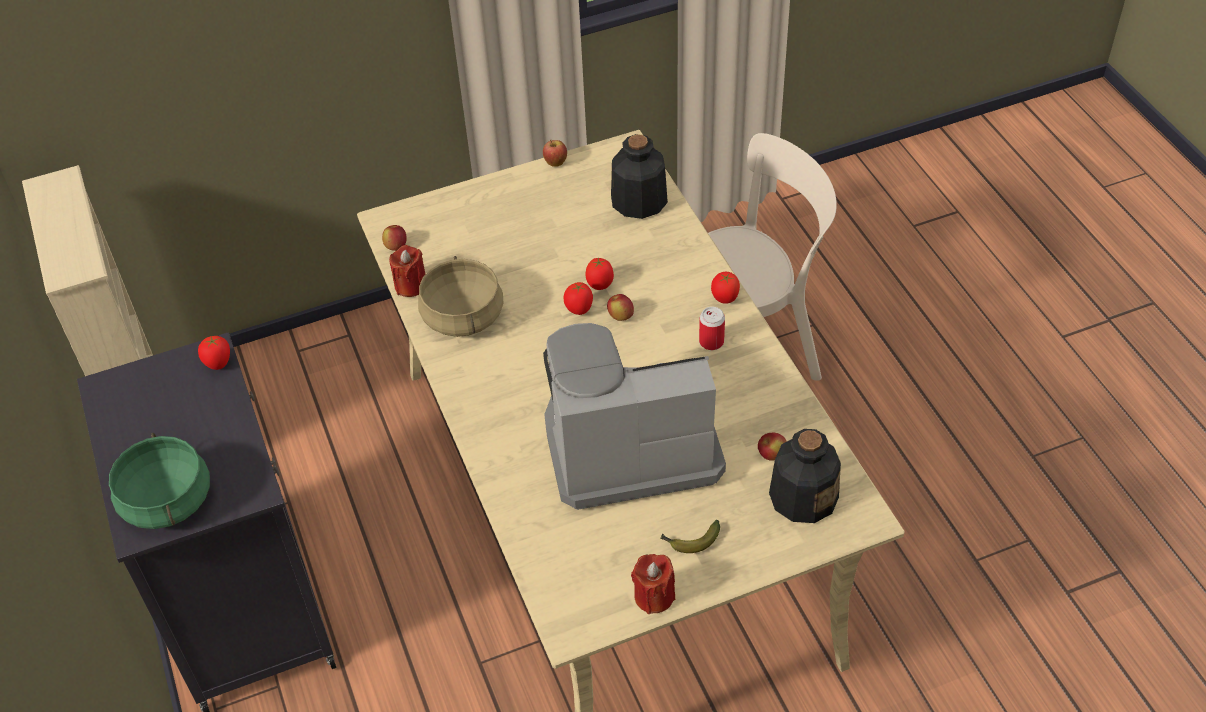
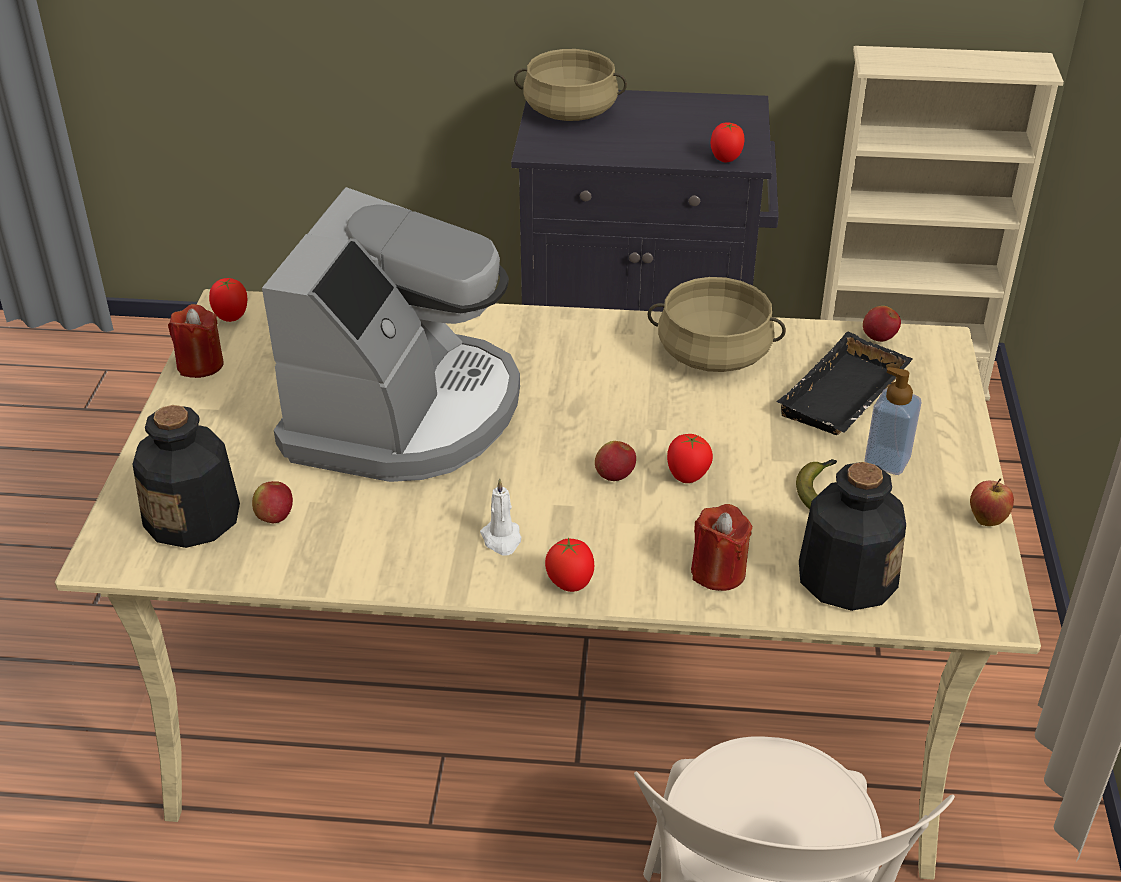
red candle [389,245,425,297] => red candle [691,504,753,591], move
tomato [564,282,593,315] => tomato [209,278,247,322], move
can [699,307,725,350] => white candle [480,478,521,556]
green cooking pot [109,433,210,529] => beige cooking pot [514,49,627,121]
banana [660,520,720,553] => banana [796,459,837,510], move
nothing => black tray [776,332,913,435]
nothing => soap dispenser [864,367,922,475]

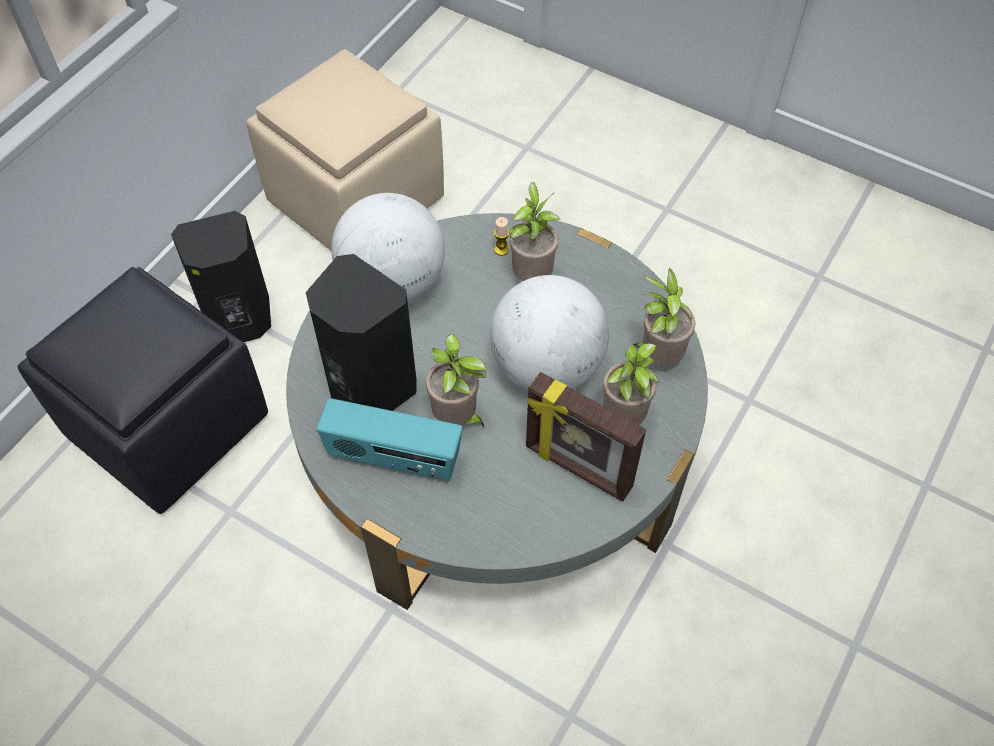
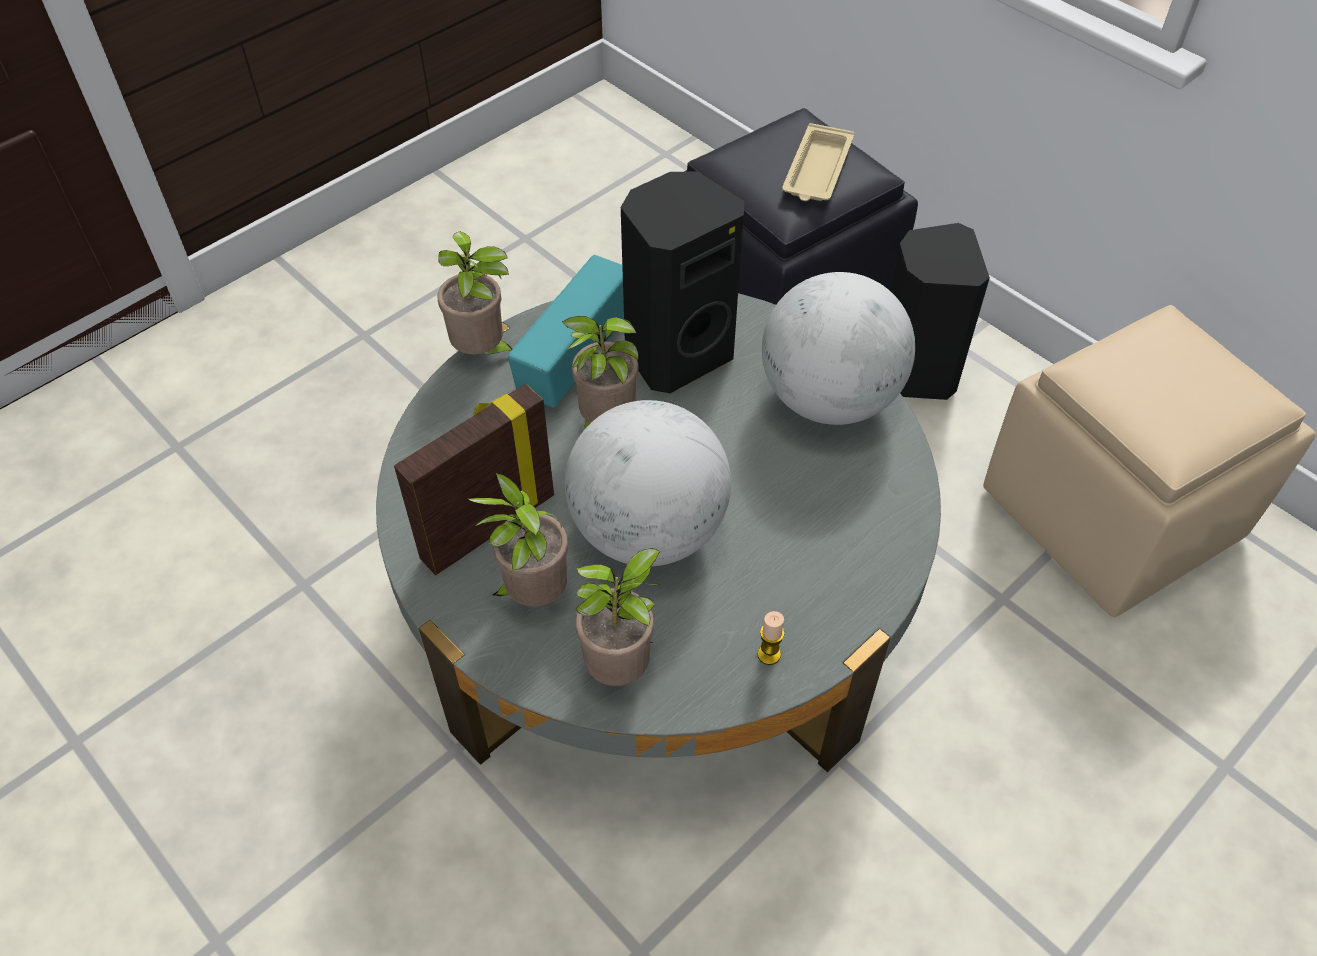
potted plant [509,182,561,281] => potted plant [437,231,512,354], move
candle [494,217,509,256] => candle [757,611,785,665], move
nothing => beige tray [782,123,854,201]

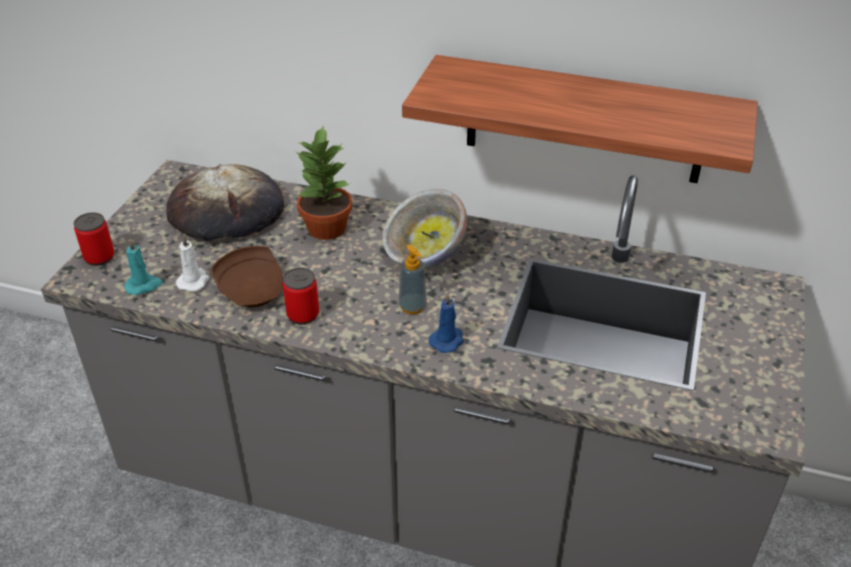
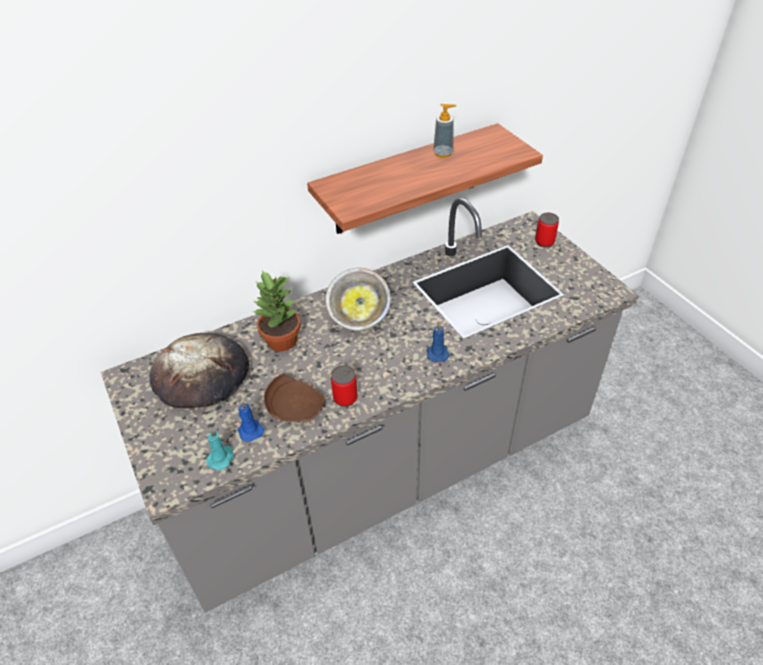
can [74,212,114,266] => can [535,213,559,247], move
white candle [176,235,209,292] => blue candle [238,400,264,442]
soap dispenser [399,245,427,314] => soap dispenser [433,104,456,158], move

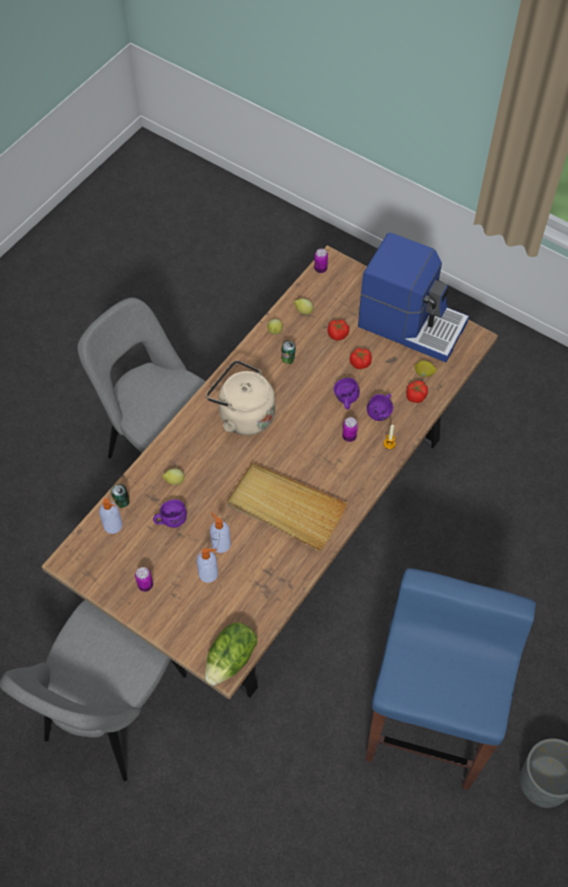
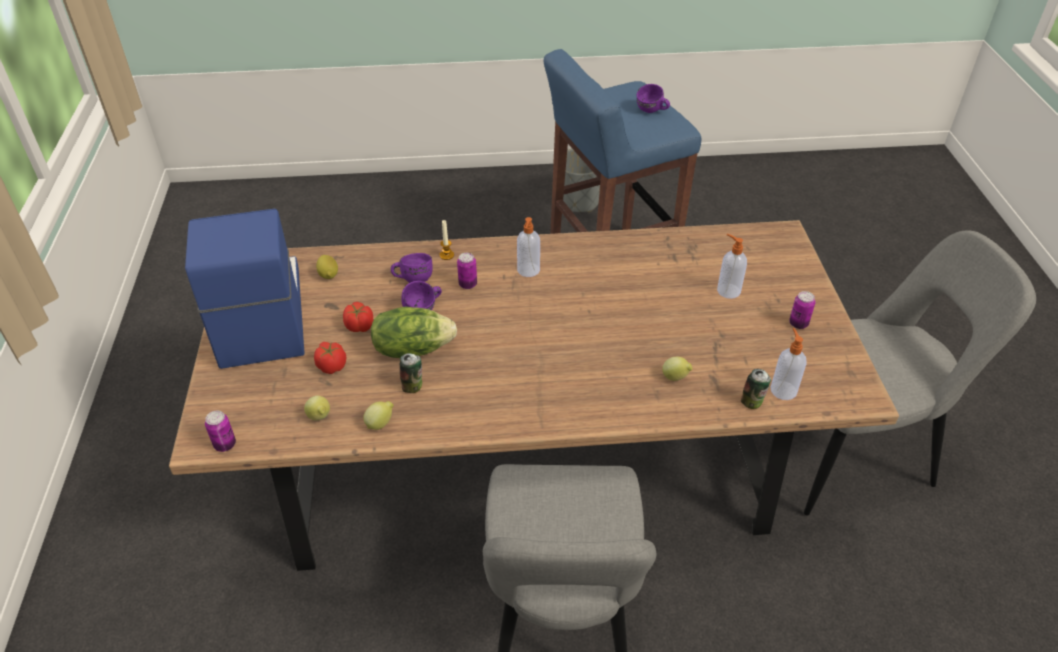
beige kettle [206,360,275,435] => nothing
tomato [406,381,428,403] => nothing
beige tray [226,462,347,551] => nothing
purple mug [153,499,187,528] => purple mug [637,84,670,113], move
soap dispenser [210,512,231,553] => soap dispenser [517,217,540,277], move
lettuce [205,622,257,686] => lettuce [371,307,457,358], move

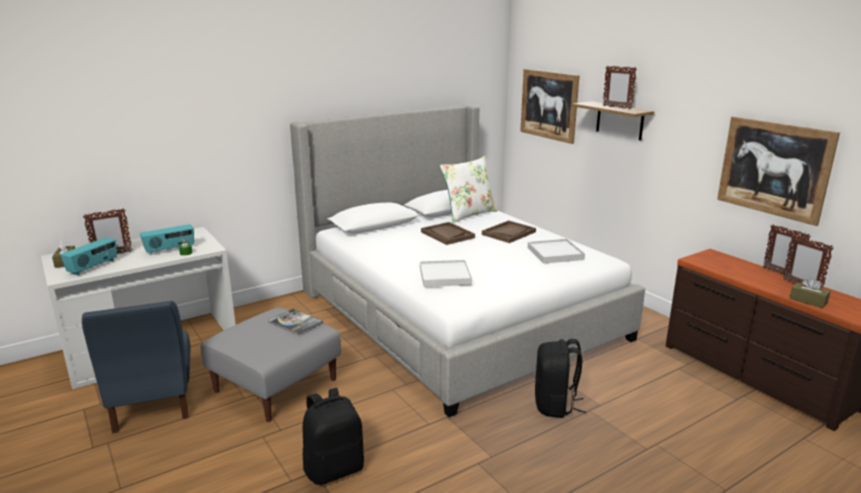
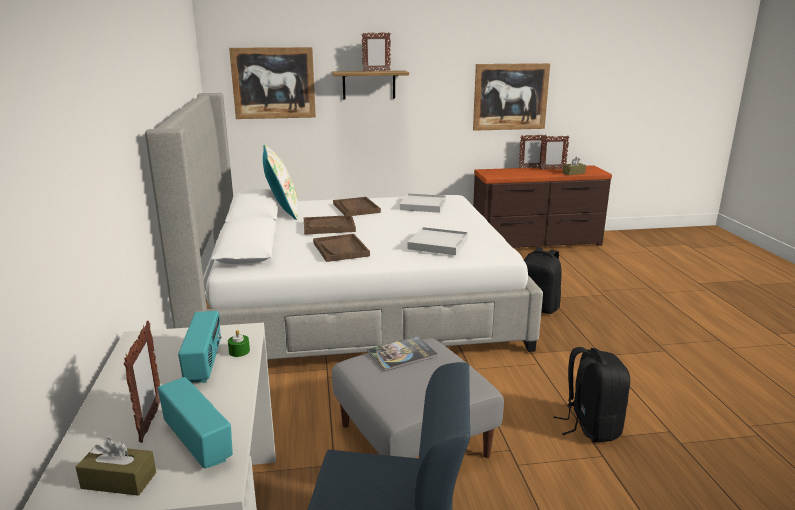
nothing => brown tray [313,234,370,262]

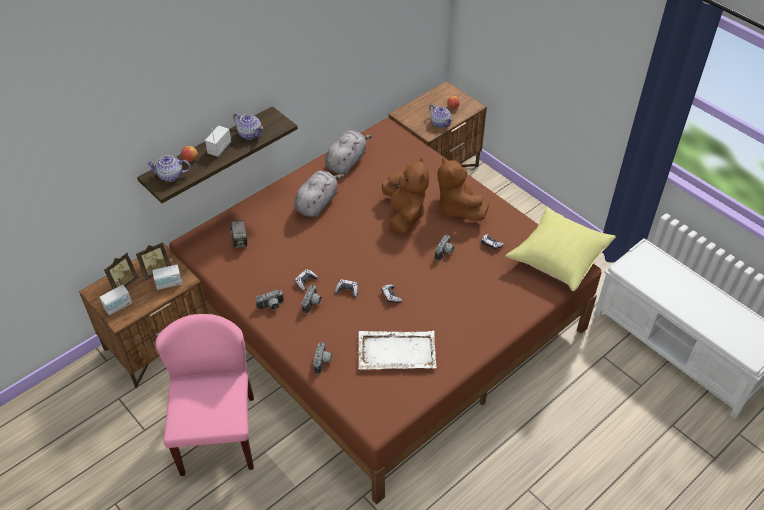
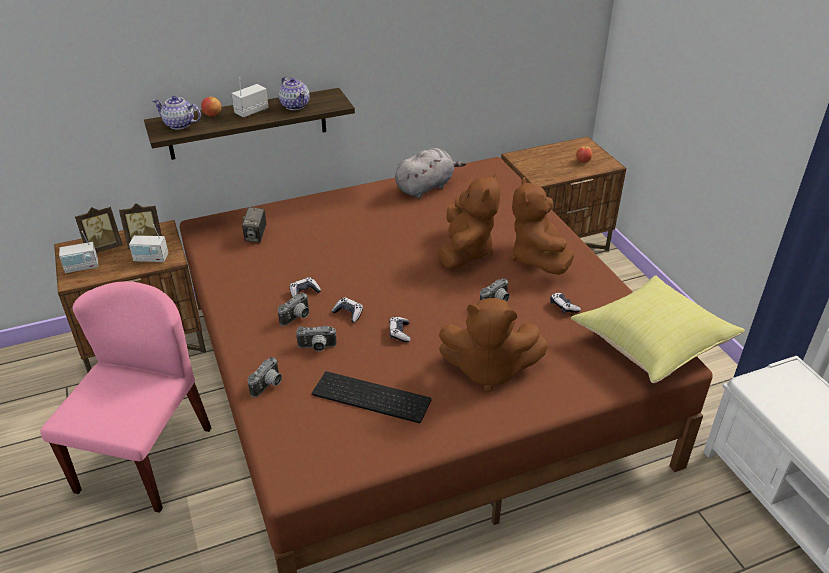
teapot [429,104,453,128] => nothing
grey plush toy [294,170,344,217] => nothing
photo camera [256,290,284,310] => photo camera [296,326,337,351], move
white tray [358,331,437,370] => keyboard [312,371,432,423]
nothing => brown plush toy [439,298,548,392]

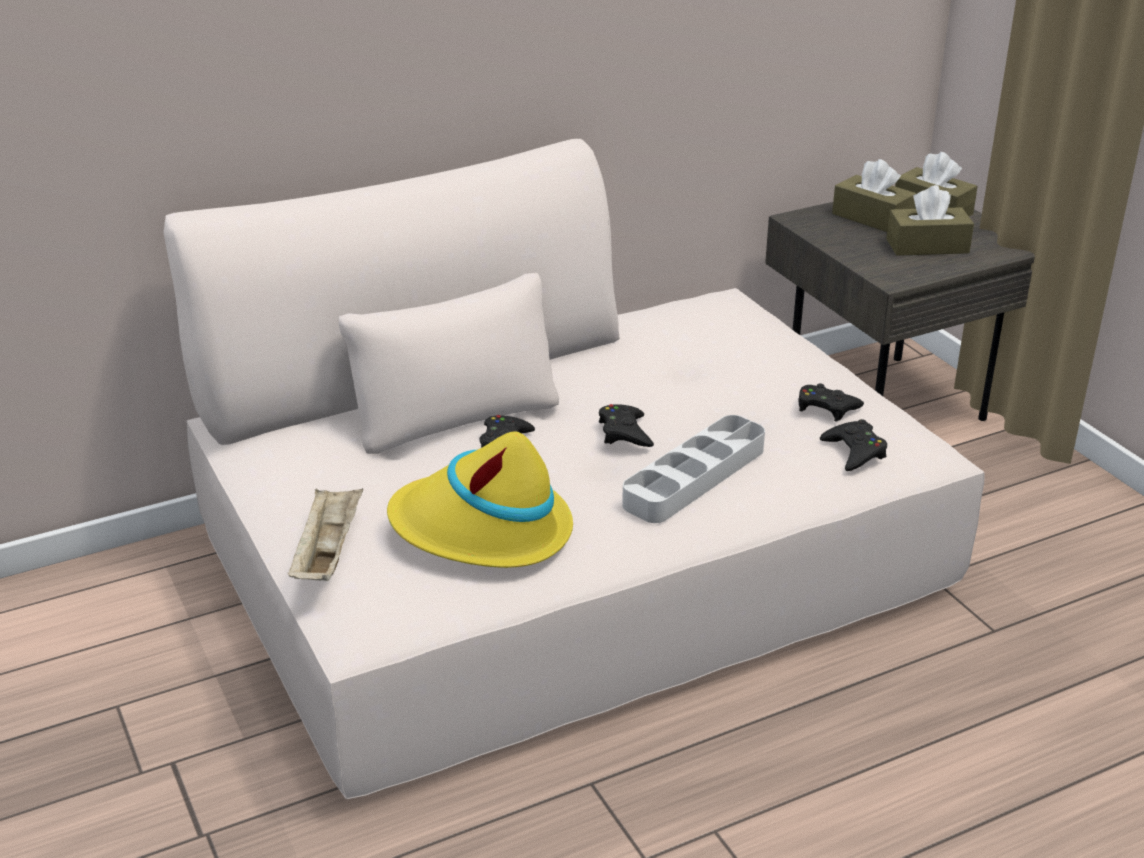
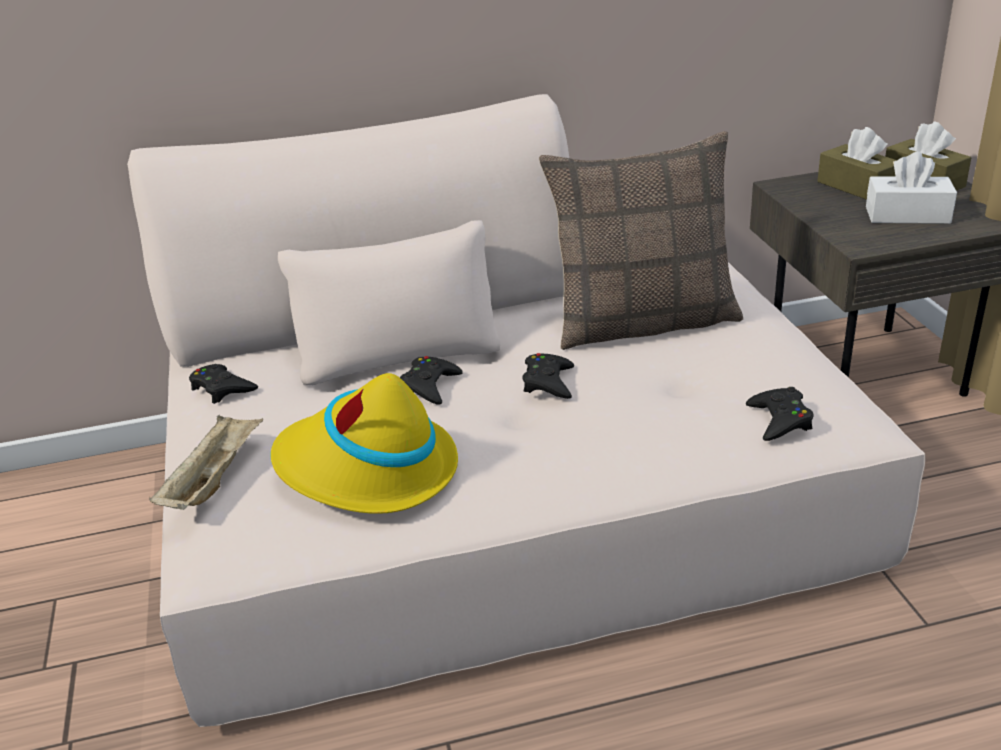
brown tissue box [886,185,974,256] => white tissue box [866,152,957,224]
black game controller [798,383,864,422] => black game controller [189,364,258,404], move
grey tray [622,415,765,523] => nothing
nothing => pillow [539,131,743,350]

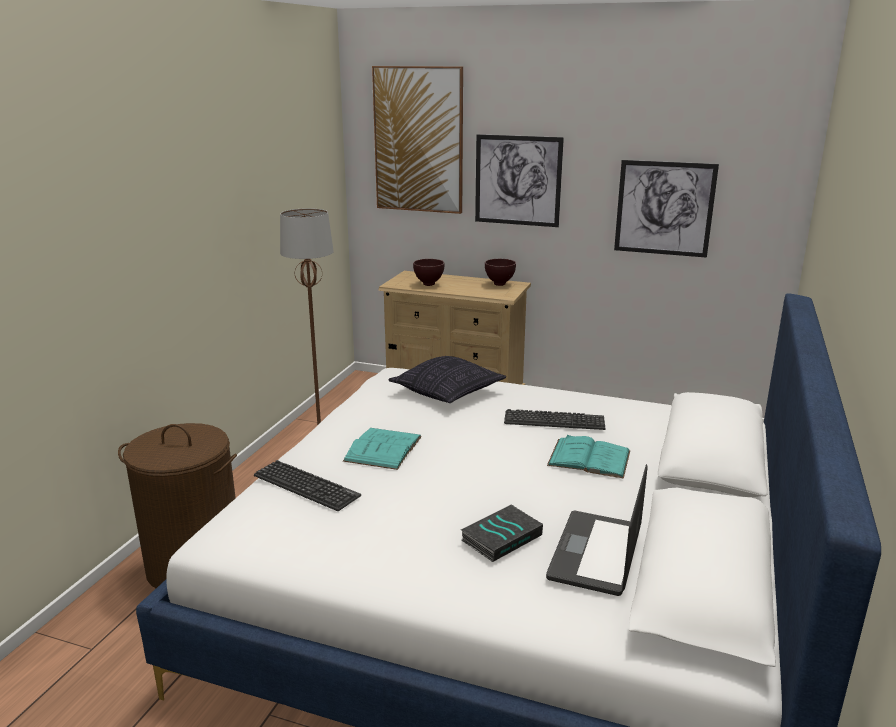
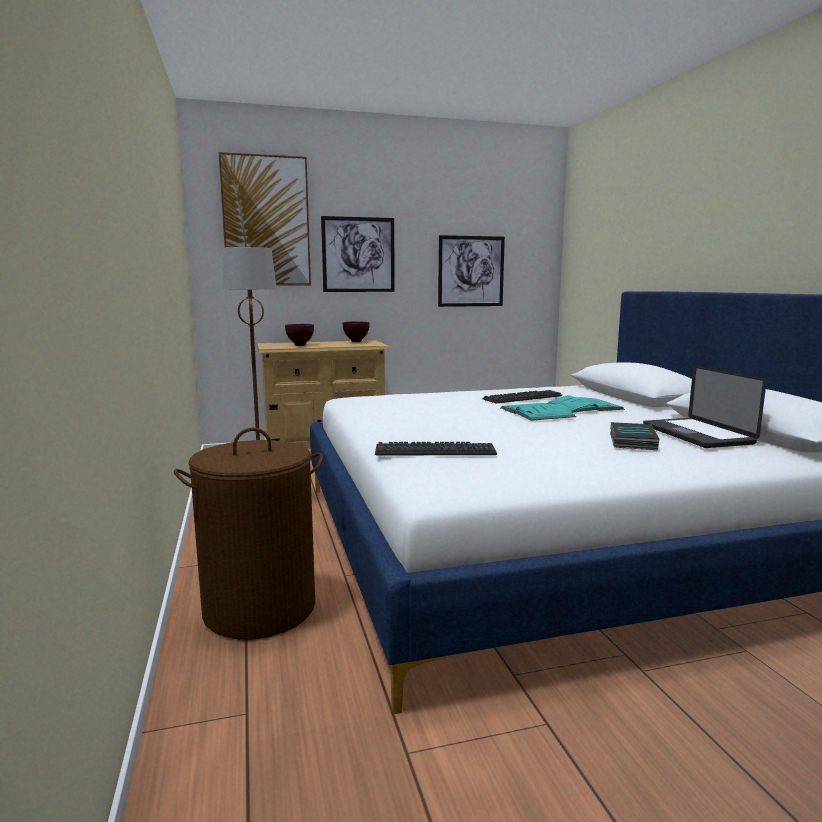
pillow [389,356,506,403] => nothing
turquoise book [343,428,422,470] => turquoise book [501,403,576,421], move

